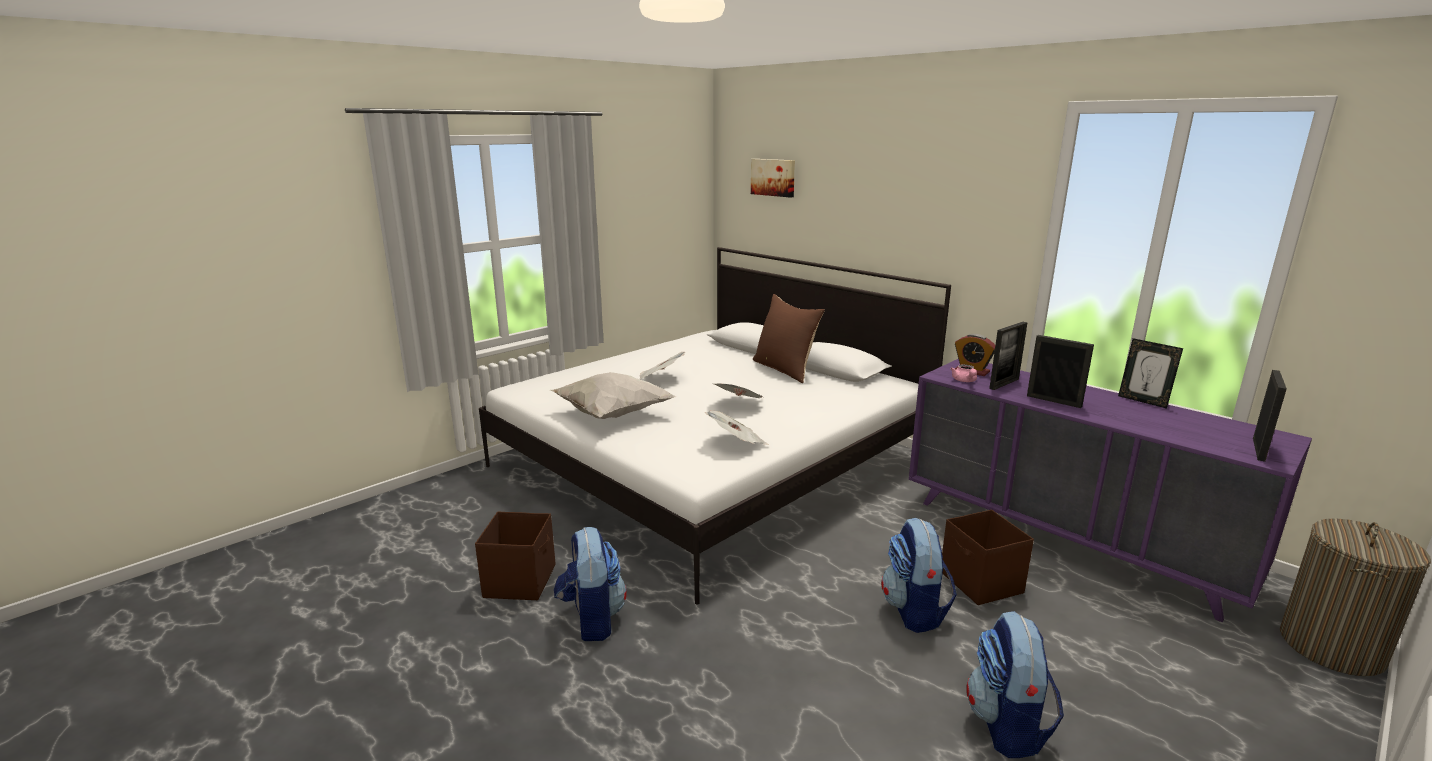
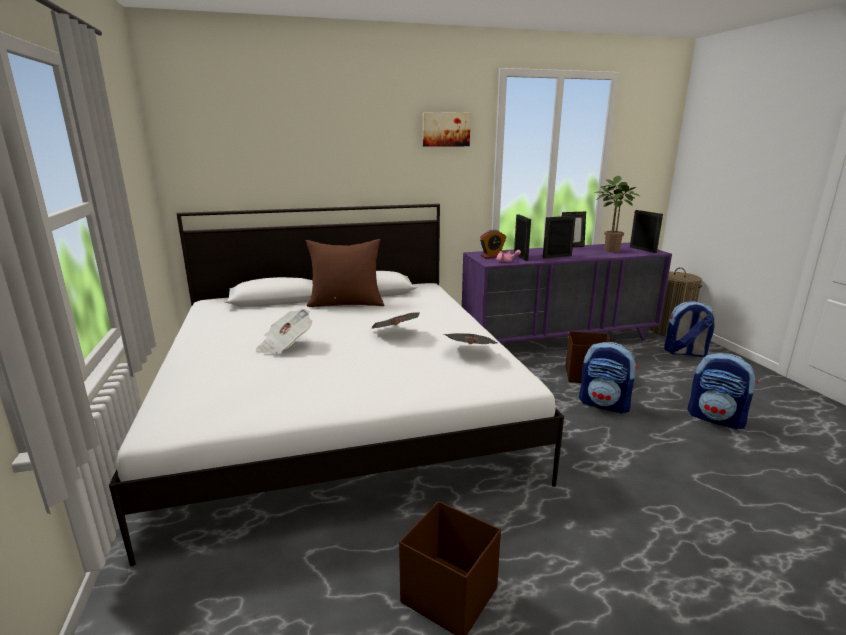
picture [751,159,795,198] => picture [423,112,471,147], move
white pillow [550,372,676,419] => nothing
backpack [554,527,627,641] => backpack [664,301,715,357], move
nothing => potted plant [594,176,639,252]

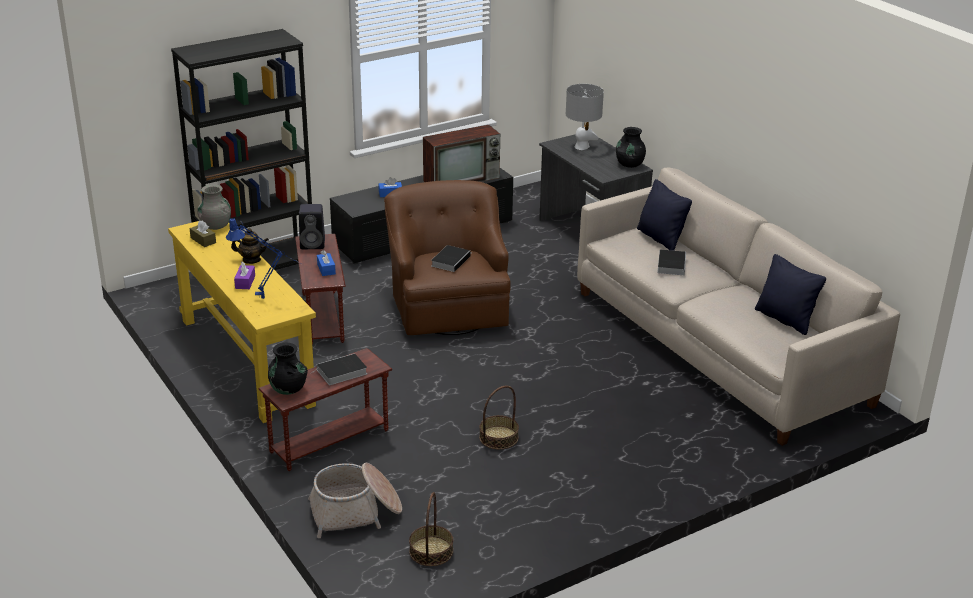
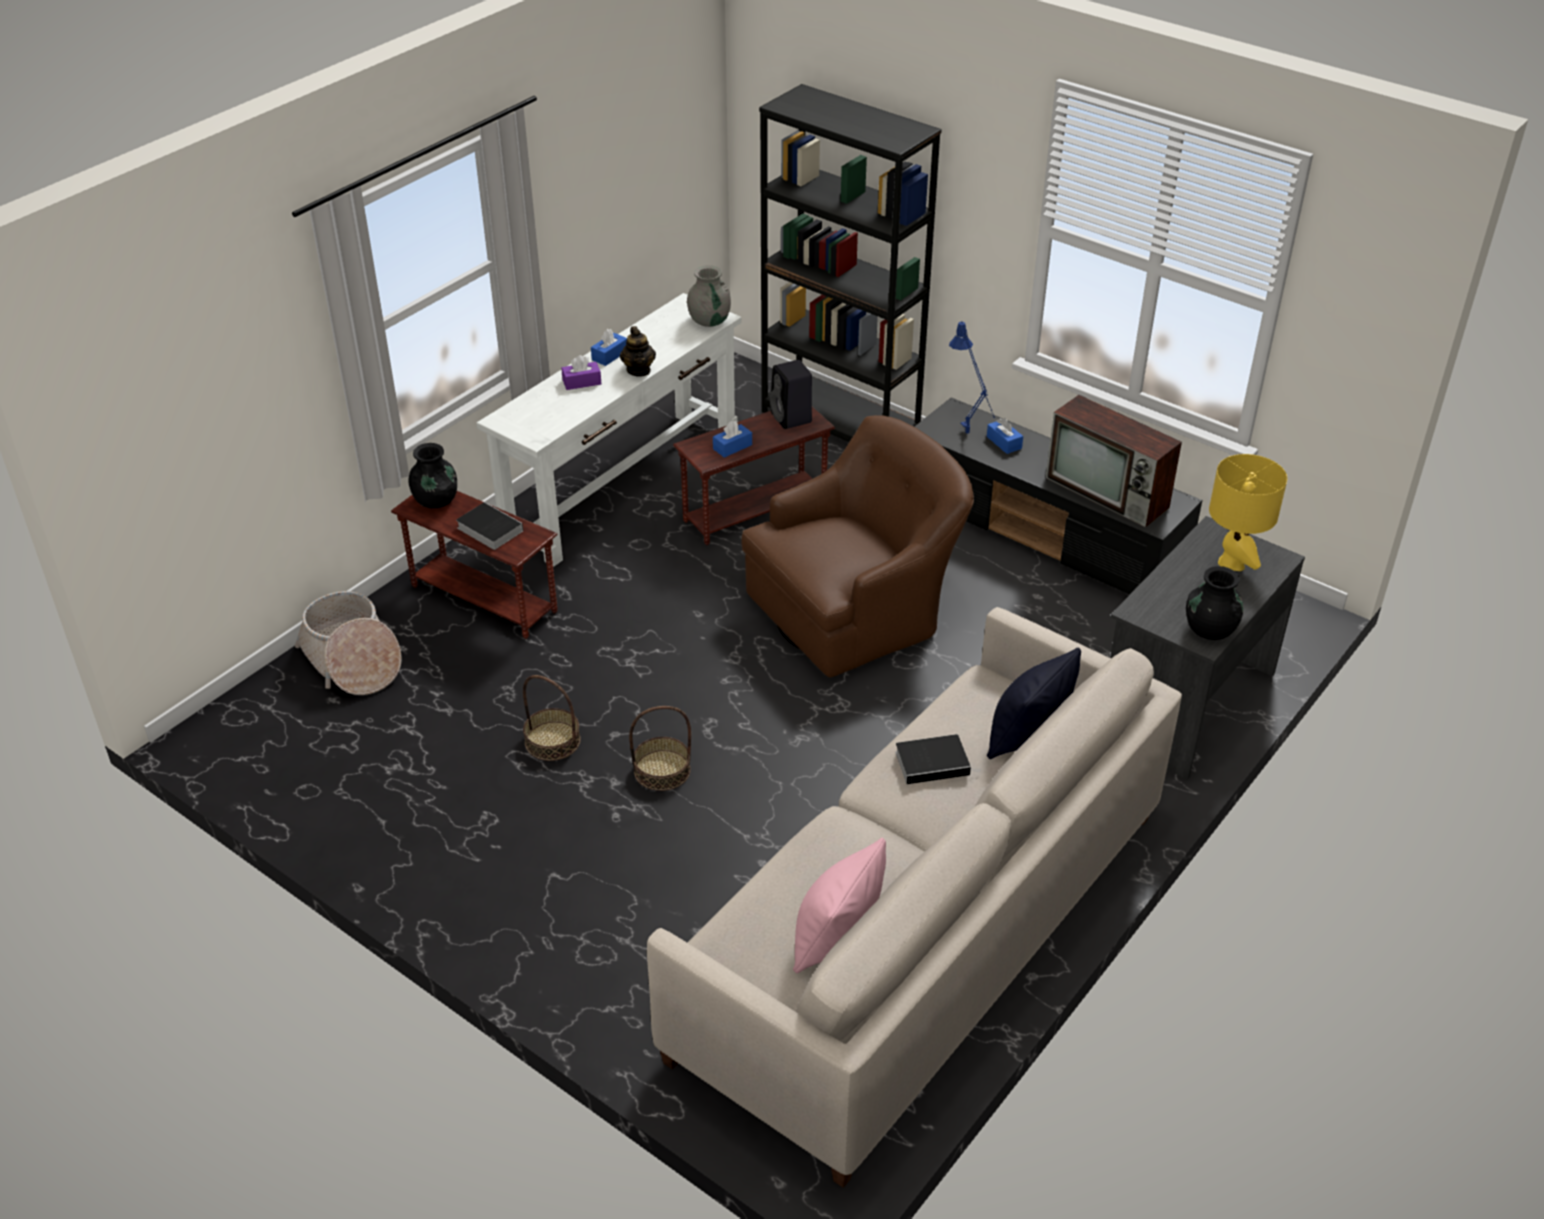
grey table lamp [566,84,604,150] => yellow table lamp [1209,454,1287,571]
blue table lamp [226,218,300,299] => blue table lamp [949,322,994,434], move
yellow console table [168,221,316,423] => white console table [476,293,742,567]
brown tissue box [190,221,216,247] => nothing
book [431,245,470,272] => nothing
black pillow [755,254,826,335] => pink pillow [793,838,886,973]
basket [409,492,453,566] => basket [629,706,691,791], move
nothing => blue tissue box [591,329,627,366]

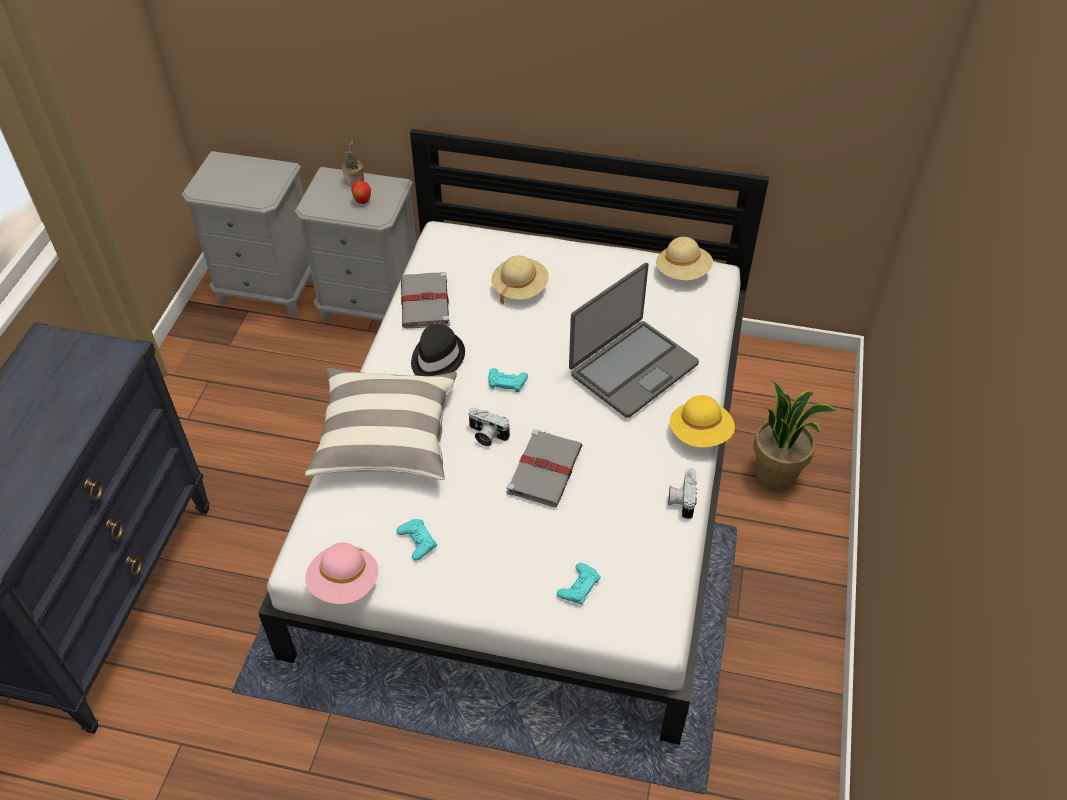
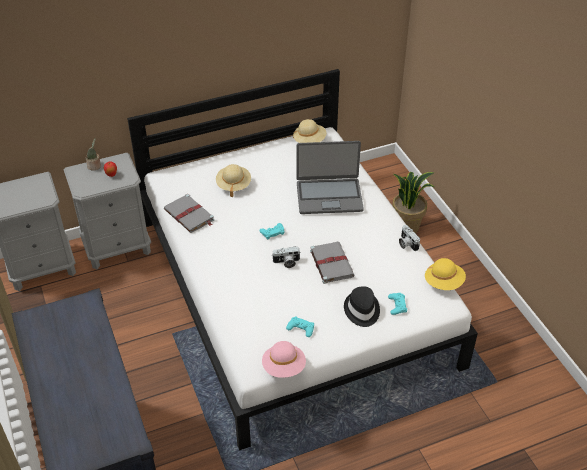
laptop [569,263,699,418] => laptop [297,141,364,214], 75 degrees clockwise
black hat [411,324,465,376] => black hat [344,286,380,327], move
pillow [305,368,457,480] => nothing
yellow hat [670,395,735,447] => yellow hat [425,258,466,290], move

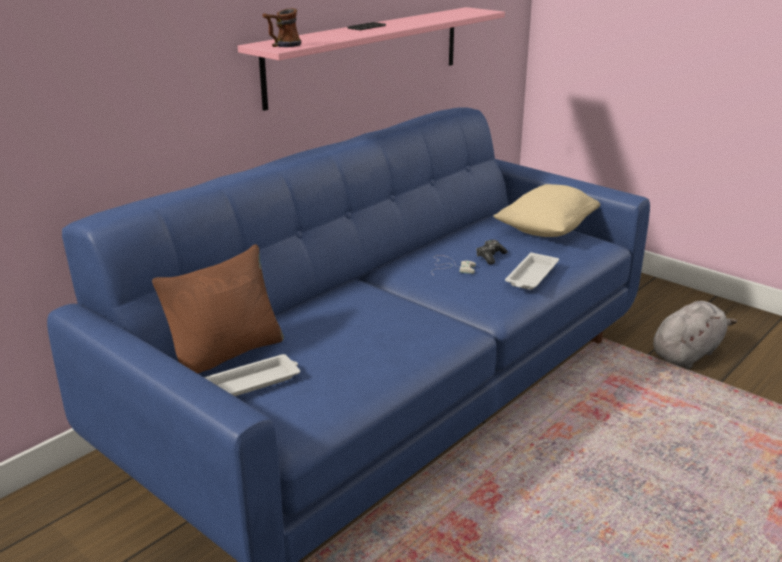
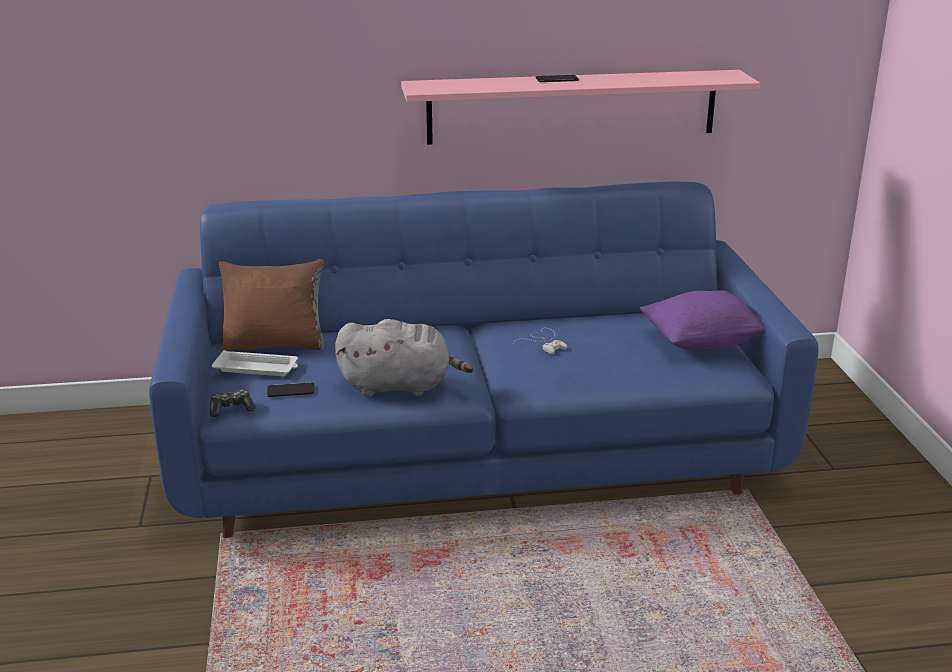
mug [262,8,301,47] => nothing
beige pillow [493,184,600,237] => purple pillow [640,290,765,351]
game controller [476,240,508,265] => game controller [210,389,255,417], move
white tray [505,252,559,290] => nothing
grey plush toy [653,301,737,369] => grey plush toy [335,319,474,397], move
nothing => phone [267,382,314,397]

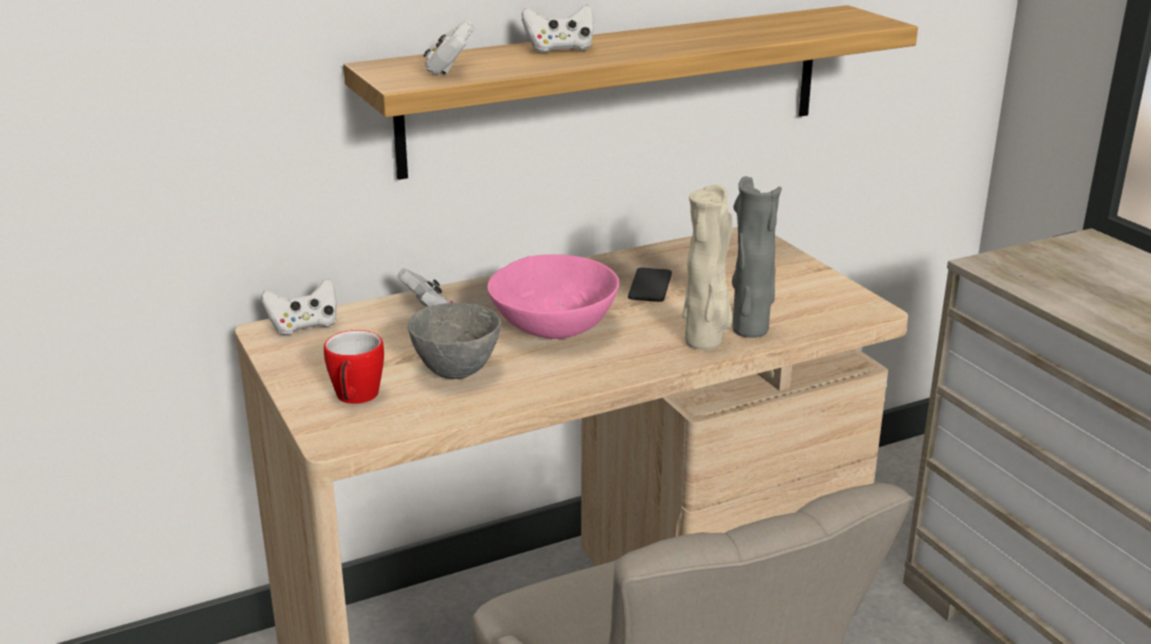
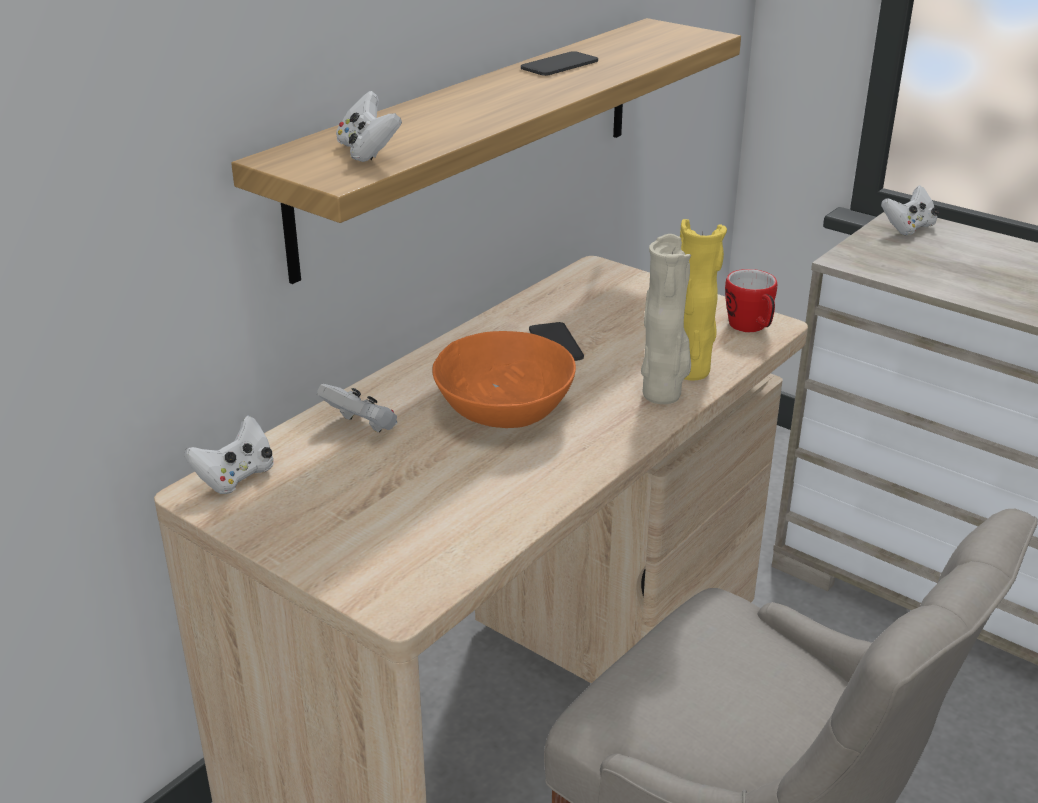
white game controller [522,5,594,53] => white game controller [881,185,939,235], move
grey vase [732,176,782,338] => yellow vase [680,219,727,380]
pink bowl [487,254,619,339] => orange bowl [432,331,576,428]
grey bowl [408,303,501,379] => nothing
mug [324,330,384,404] => mug [725,269,777,332], move
nothing => phone [521,51,598,76]

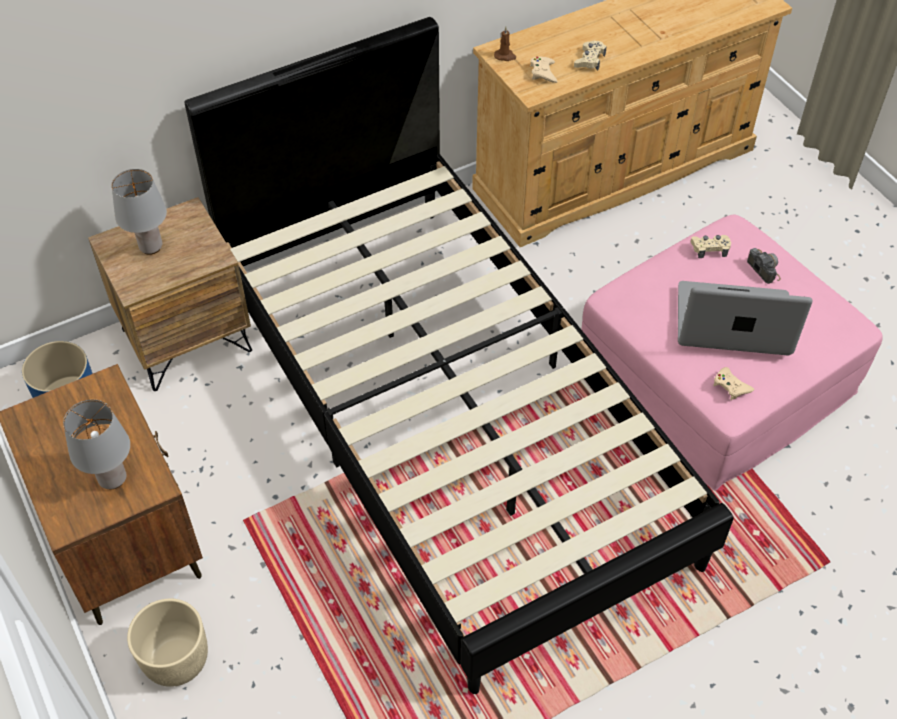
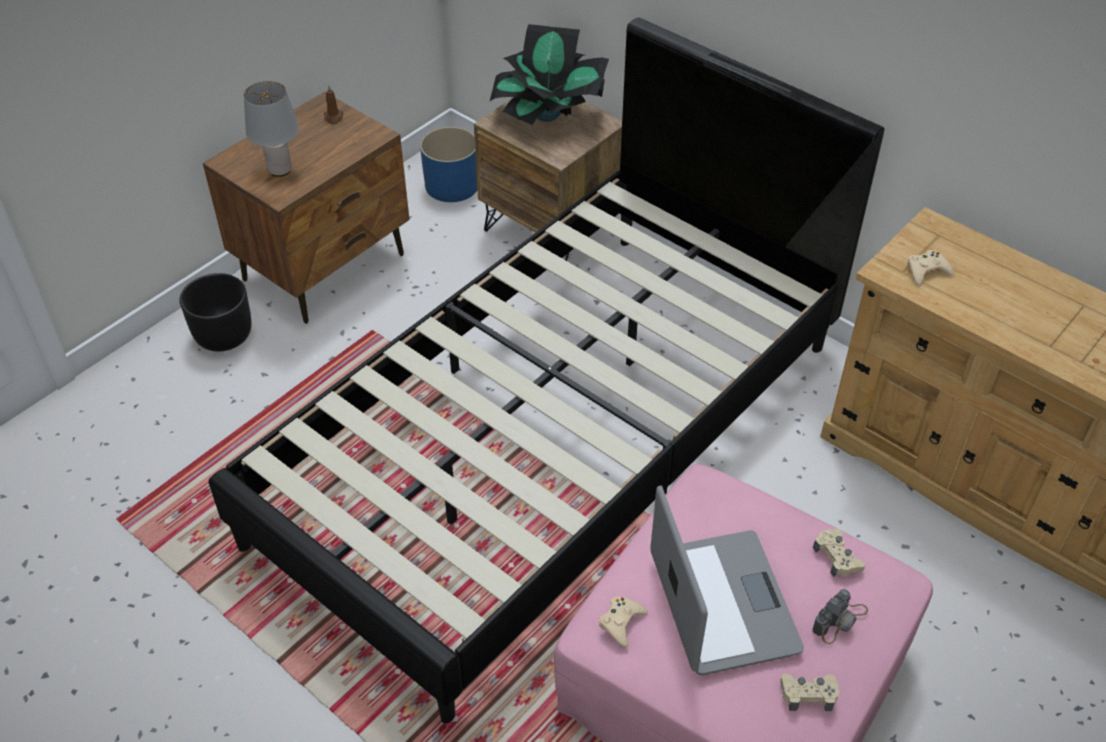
brown candle [494,27,516,61] => brown candle [324,85,343,125], move
beige game controller [574,41,607,71] => beige game controller [780,673,839,711], move
grey table lamp [111,169,167,255] => potted plant [490,24,609,125]
beige planter [127,599,208,687] => black planter [180,273,251,352]

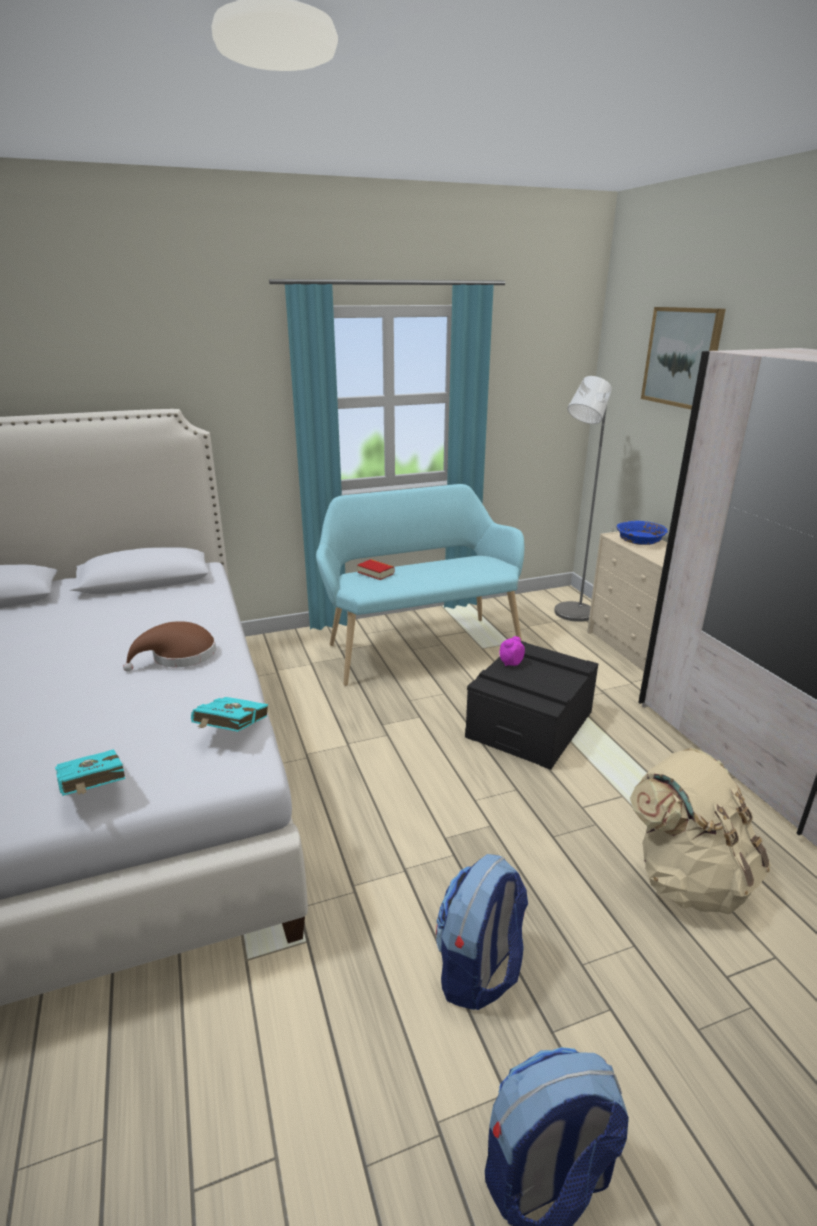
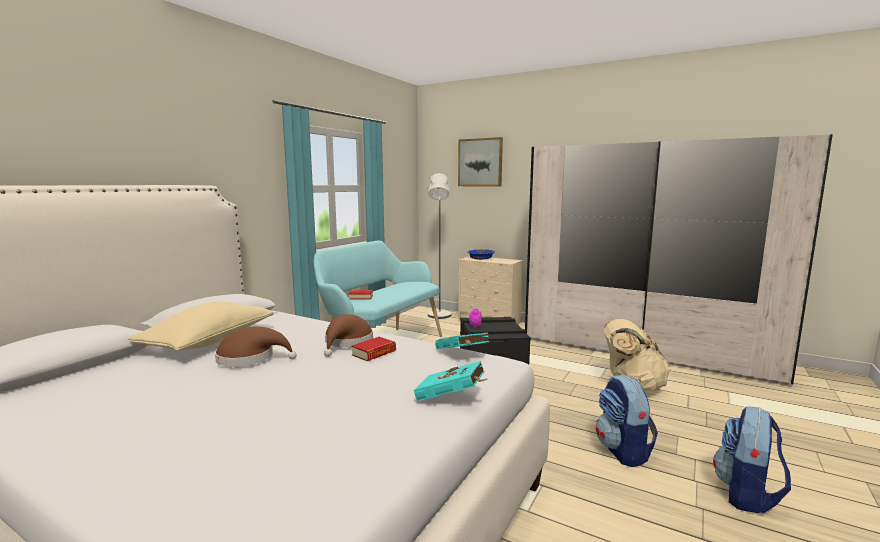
nothing => beige pillow [128,301,274,351]
nothing => brown hat [215,326,297,367]
nothing => book [351,337,396,361]

